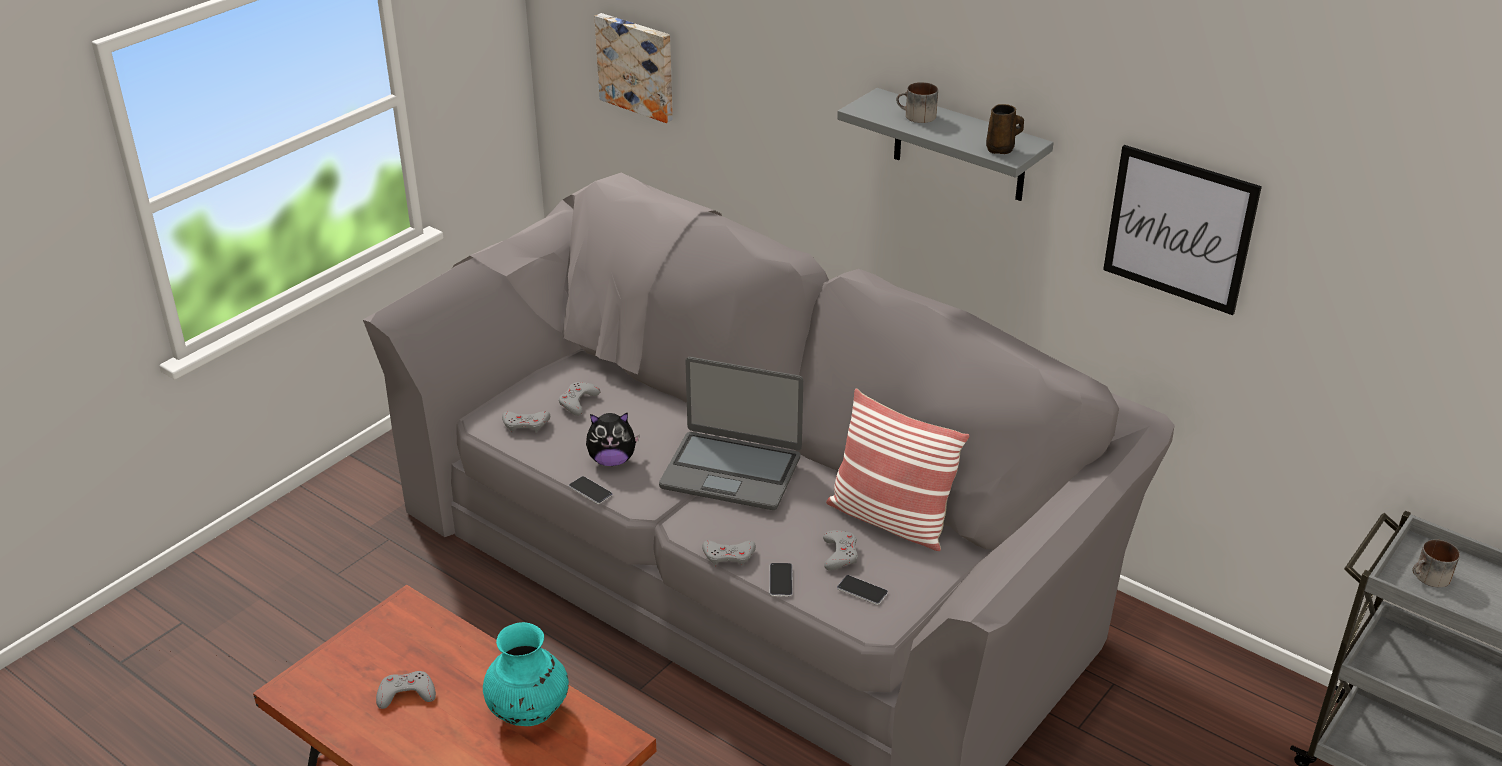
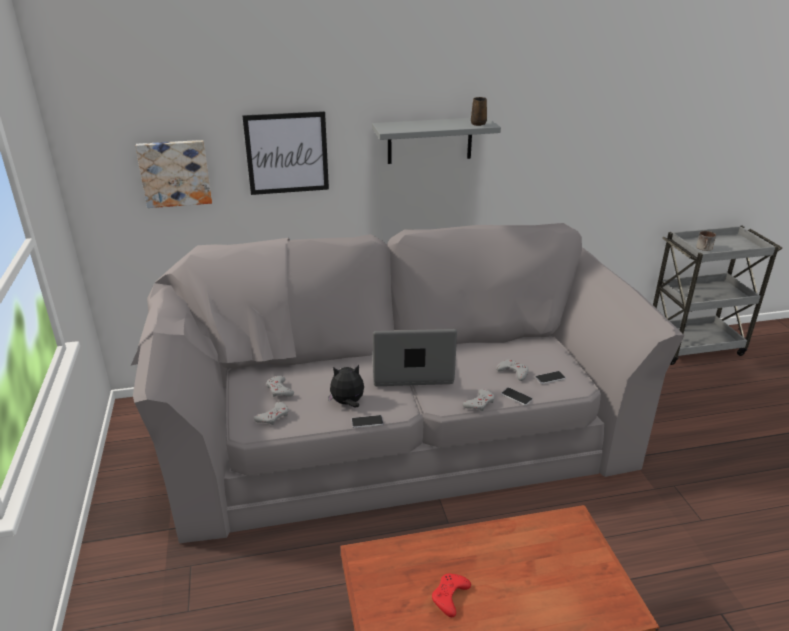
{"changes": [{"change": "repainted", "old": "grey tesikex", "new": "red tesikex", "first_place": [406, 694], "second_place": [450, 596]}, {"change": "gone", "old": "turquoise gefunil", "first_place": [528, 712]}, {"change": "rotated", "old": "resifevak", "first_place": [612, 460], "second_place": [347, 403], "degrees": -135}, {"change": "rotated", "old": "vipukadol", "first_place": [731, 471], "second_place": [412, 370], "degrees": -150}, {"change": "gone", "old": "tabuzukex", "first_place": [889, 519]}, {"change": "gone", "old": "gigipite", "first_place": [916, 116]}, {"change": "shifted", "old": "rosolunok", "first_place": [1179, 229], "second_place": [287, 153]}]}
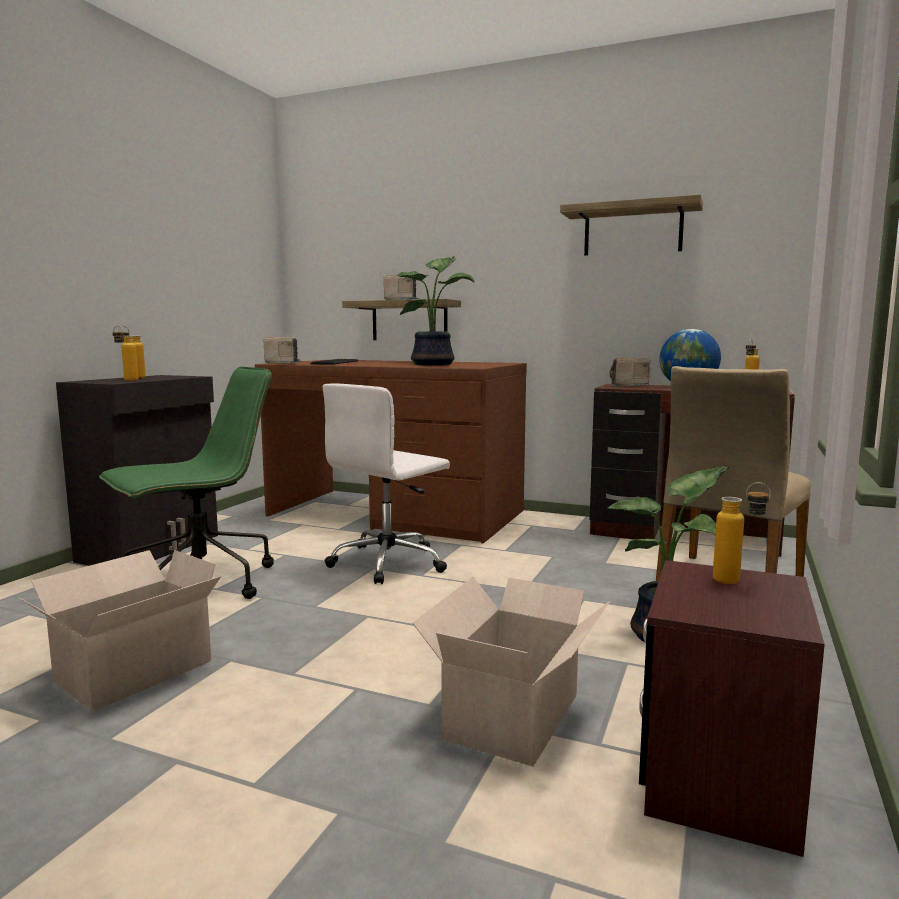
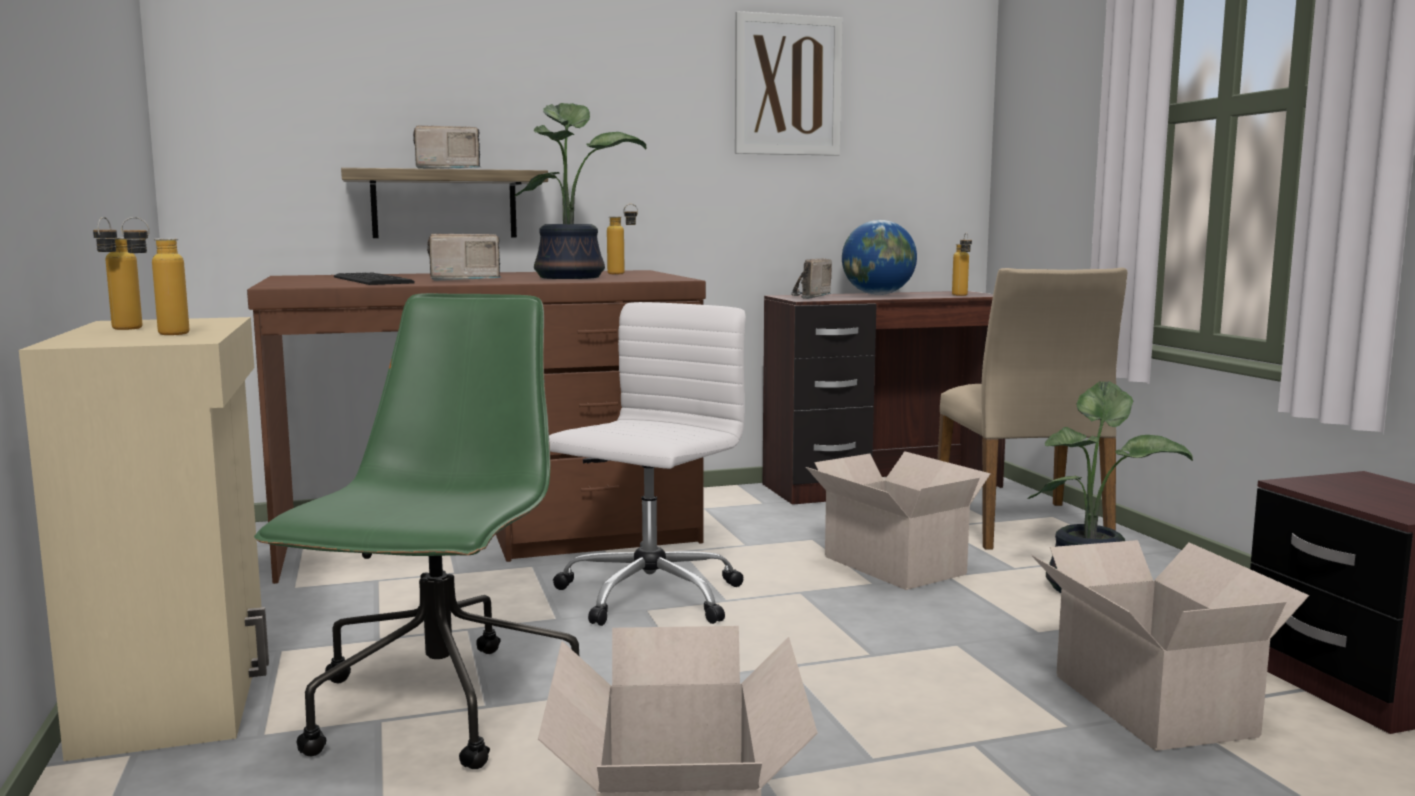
{"changes": [{"change": "repainted", "old": "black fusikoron", "new": "beige fusikoron", "first_place": [152, 548], "second_place": [182, 687]}, {"change": "shifted", "old": "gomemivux", "first_place": [284, 363], "second_place": [463, 279]}, {"change": "rotated", "old": "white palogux", "first_place": [389, 562], "second_place": [647, 597], "degrees": -150}, {"change": "swapped", "old": "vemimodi", "new": "rosolunok", "first_place": [633, 230], "second_place": [787, 85]}, {"change": "shifted", "old": "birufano", "first_place": [737, 582], "second_place": [623, 273]}, {"change": "new", "new": "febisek", "second_place": [891, 564]}]}
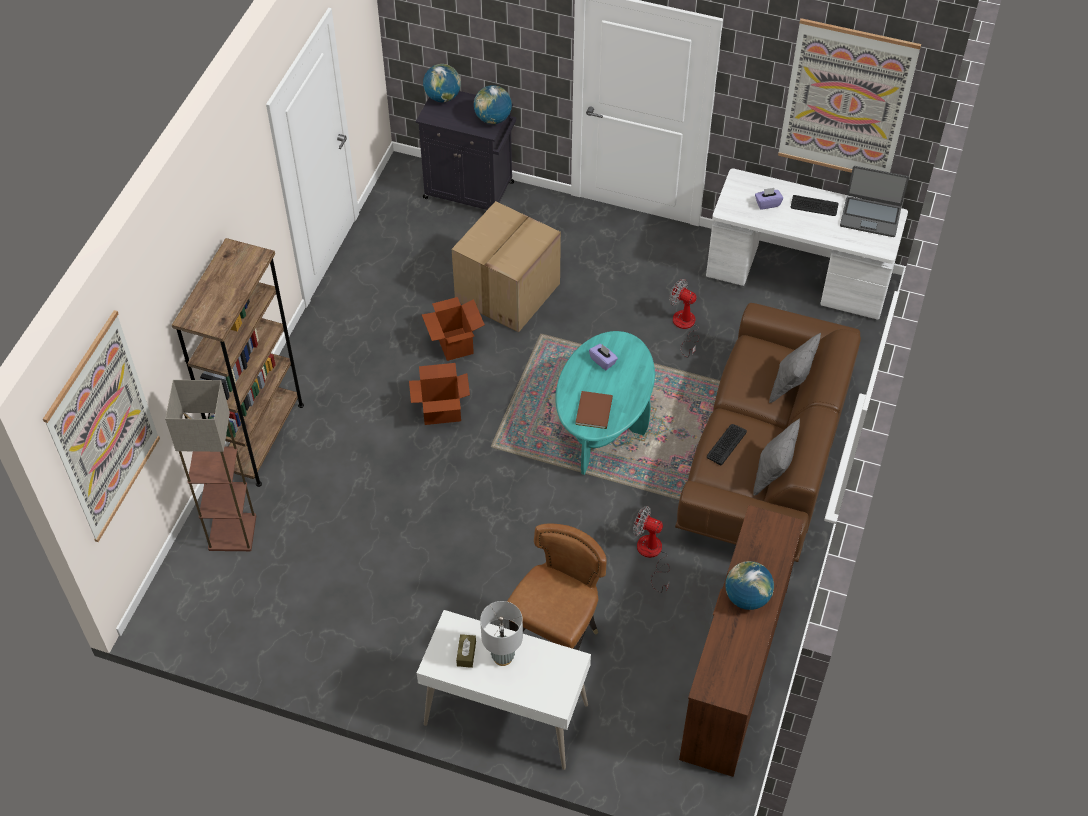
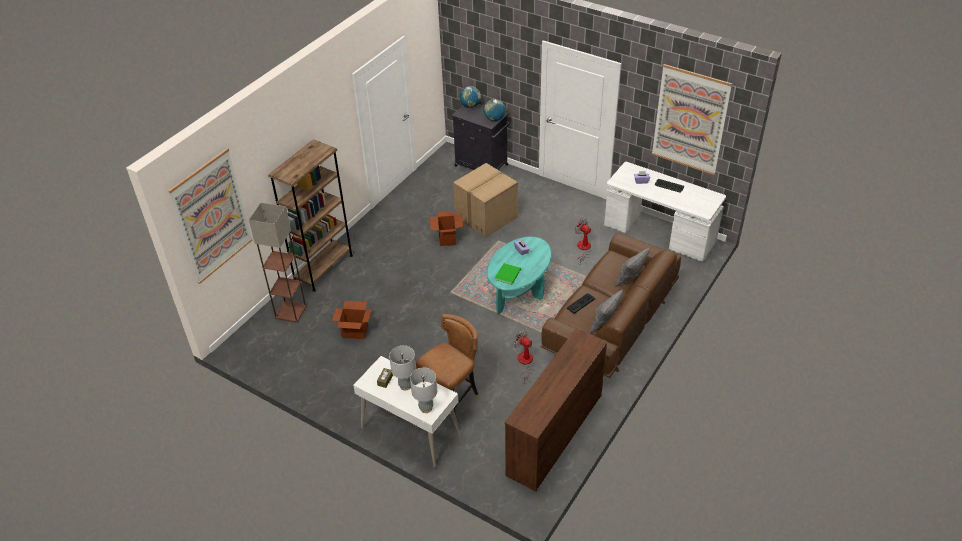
{"changes": [{"change": "shifted", "old": "febisek", "first_place": [441, 411], "second_place": [354, 332]}, {"change": "repainted", "old": "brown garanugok", "new": "green garanugok", "first_place": [595, 410], "second_place": [508, 274]}, {"change": "gone", "old": "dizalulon", "first_place": [747, 597]}, {"change": "gone", "old": "vipukadol", "first_place": [870, 216]}, {"change": "new", "new": "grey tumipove", "second_place": [426, 408]}]}
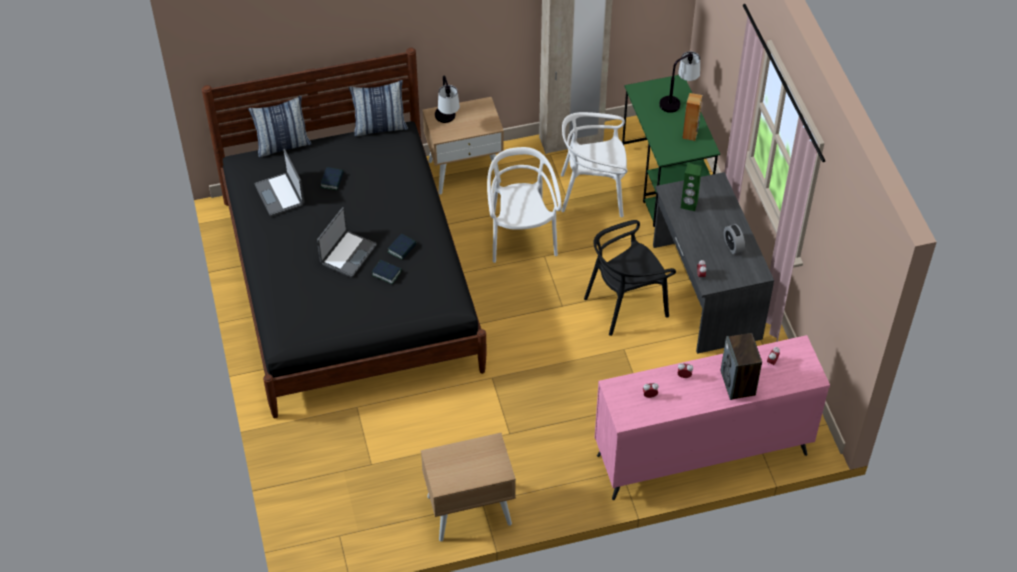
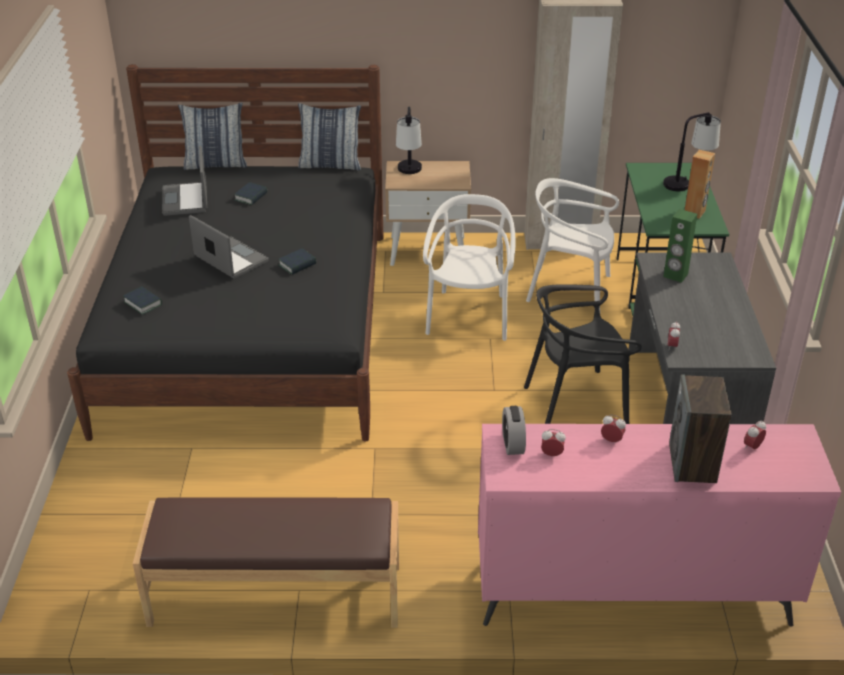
{"changes": [{"change": "rotated", "old": "vipukadol", "first_place": [347, 254], "second_place": [230, 260], "degrees": -90}, {"change": "shifted", "old": "garanugok", "first_place": [386, 273], "second_place": [143, 303]}, {"change": "swapped", "old": "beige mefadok", "new": "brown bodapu", "first_place": [468, 510], "second_place": [276, 595]}, {"change": "shifted", "old": "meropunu", "first_place": [733, 246], "second_place": [513, 444]}]}
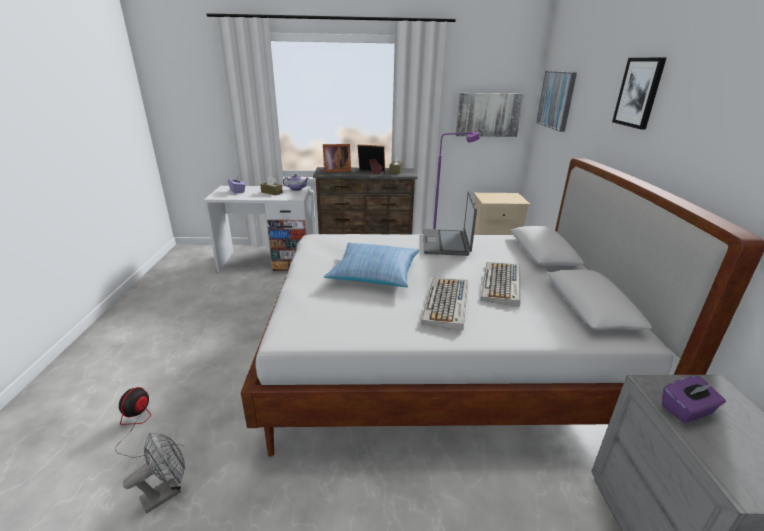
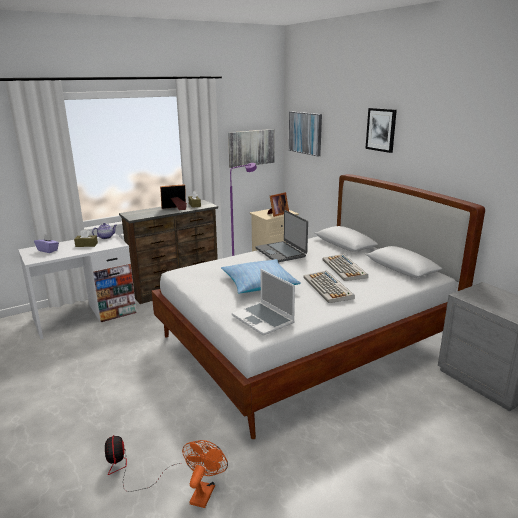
{"changes": [{"change": "repainted", "old": "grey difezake", "new": "orange difezake", "first_place": [167, 492], "second_place": [204, 491]}, {"change": "shifted", "old": "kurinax", "first_place": [336, 170], "second_place": [277, 214]}, {"change": "gone", "old": "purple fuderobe", "first_place": [687, 411]}, {"change": "new", "new": "vipukadol", "second_place": [264, 320]}]}
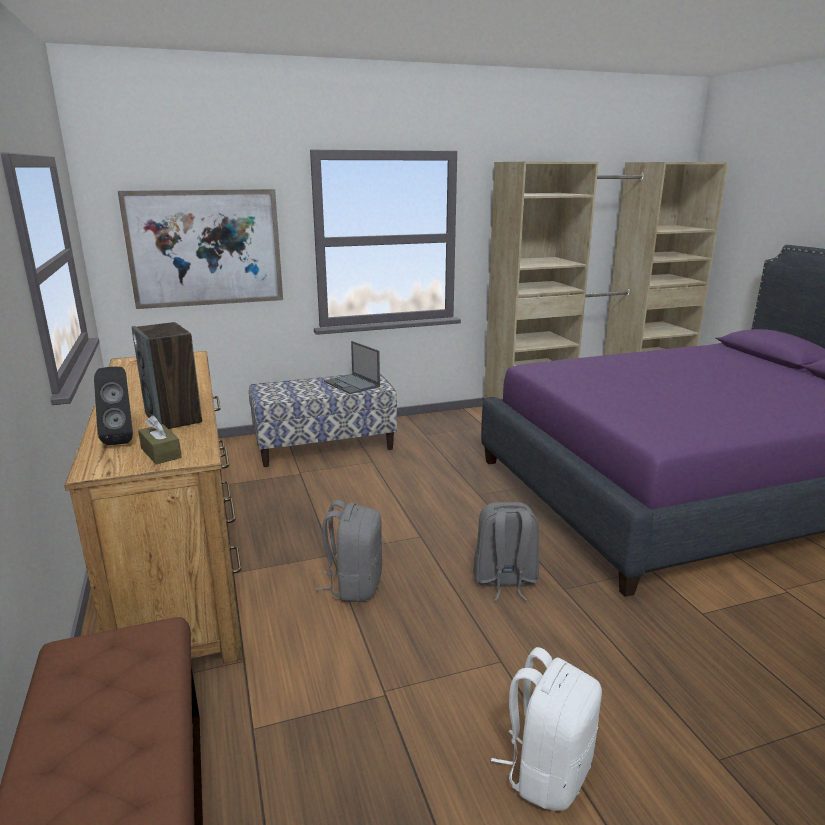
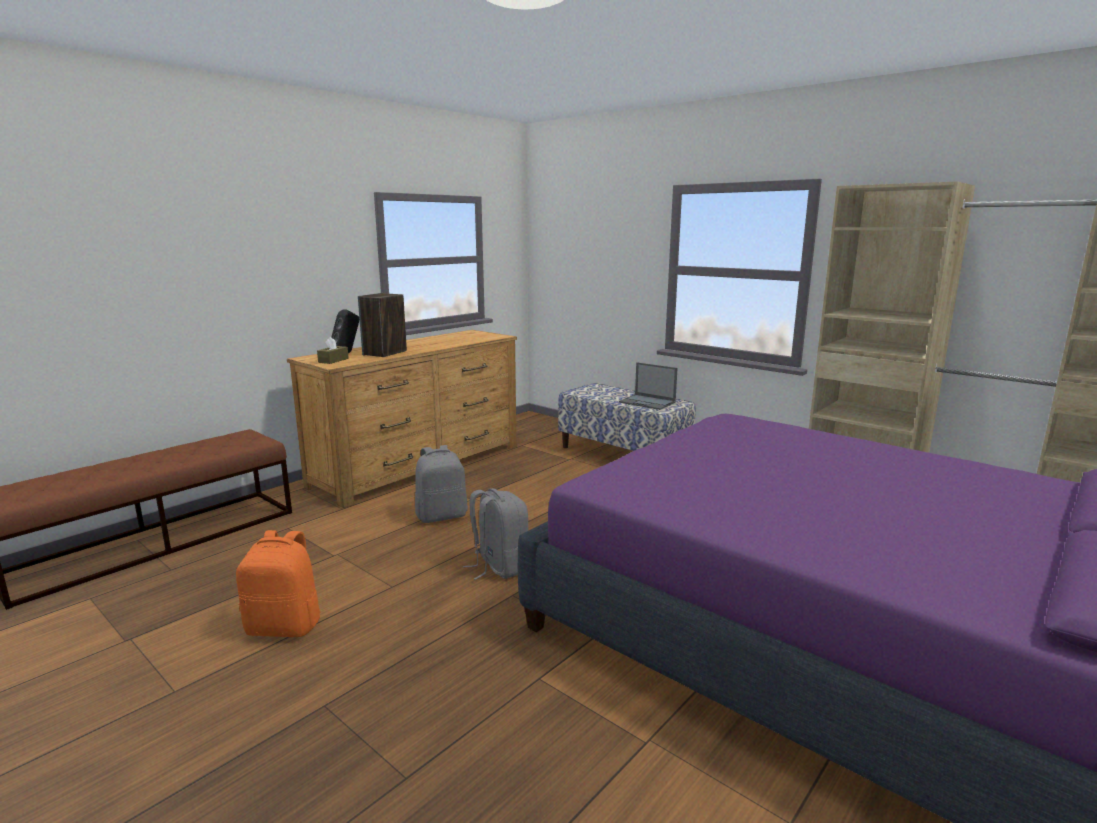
{"changes": [{"change": "gone", "old": "rosolunok", "first_place": [205, 248]}, {"change": "rotated", "old": "vipukadol", "first_place": [352, 384], "second_place": [648, 402], "degrees": -75}, {"change": "repainted", "old": "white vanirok", "new": "orange vanirok", "first_place": [547, 771], "second_place": [285, 626]}]}
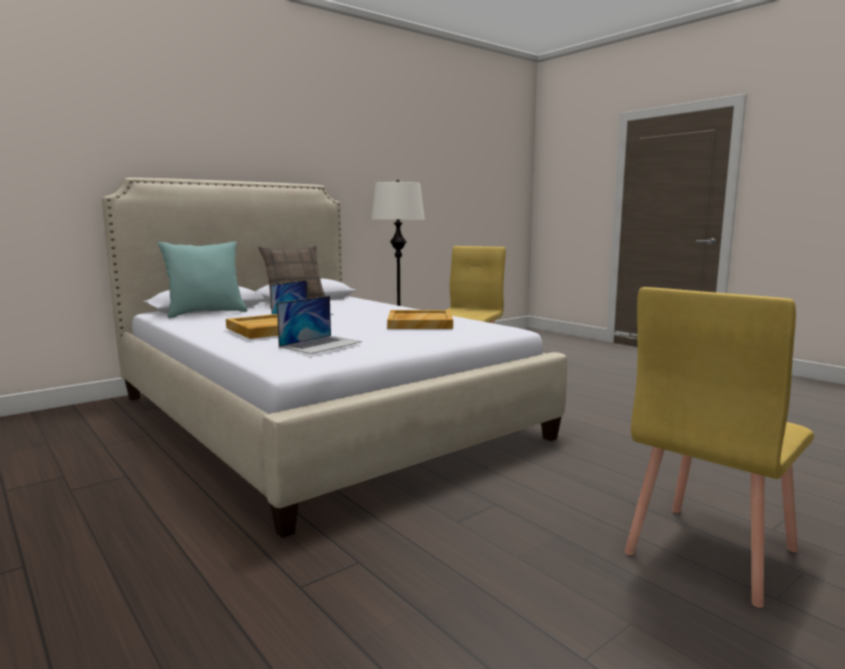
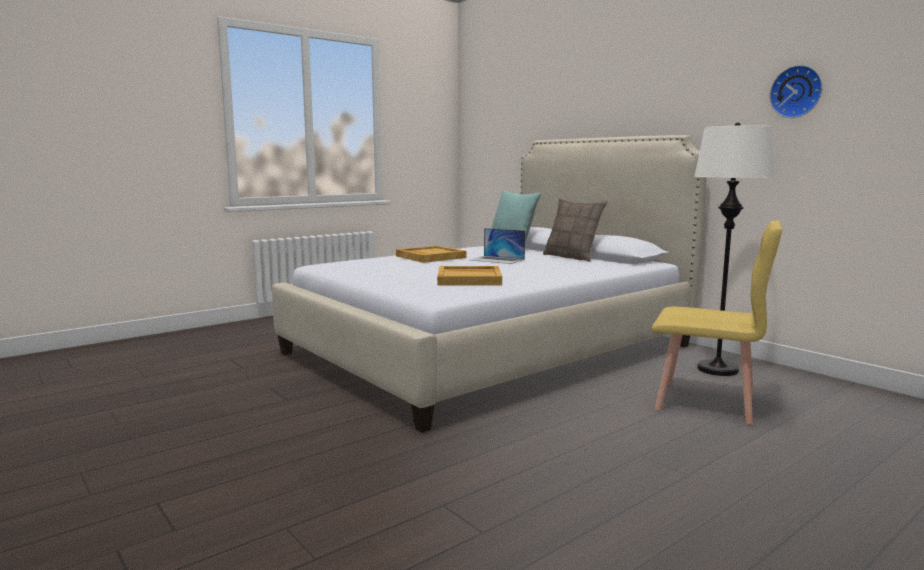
{"changes": [{"change": "gone", "old": "vipukadol", "first_place": [321, 344]}, {"change": "gone", "old": "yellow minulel", "first_place": [709, 551]}, {"change": "new", "new": "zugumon", "second_place": [797, 92]}]}
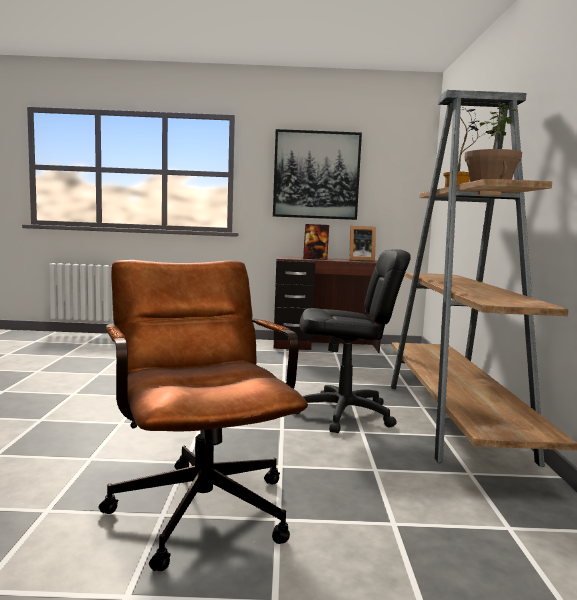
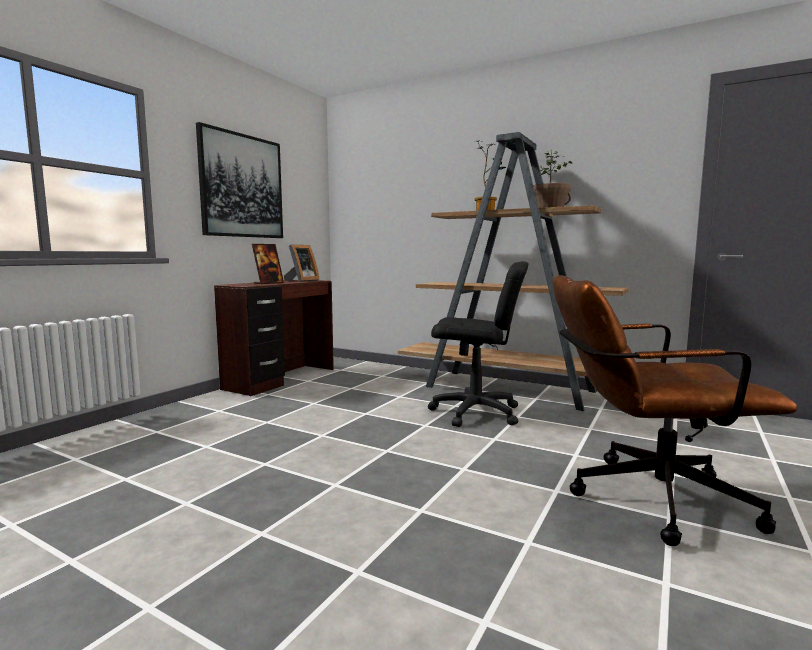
{"changes": [{"change": "rotated", "old": "black palogux", "first_place": [344, 414], "second_place": [476, 413], "degrees": 75}]}
